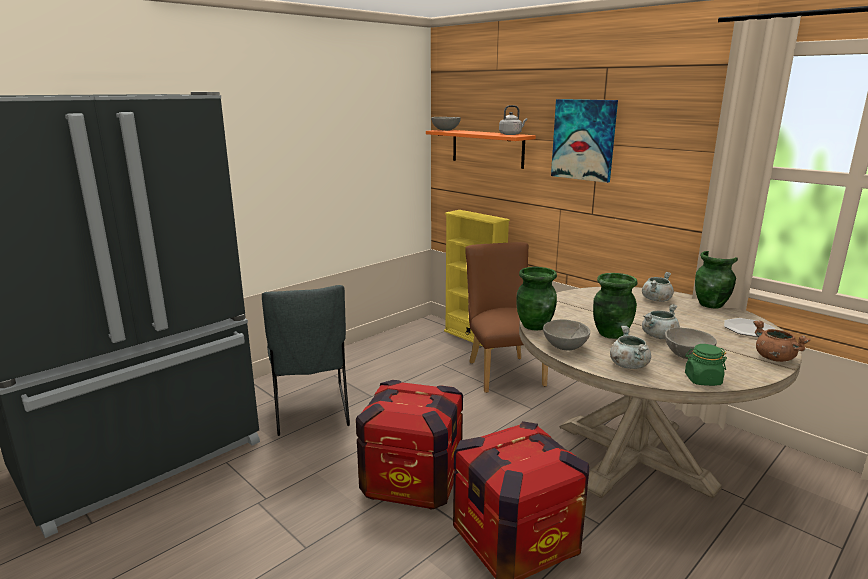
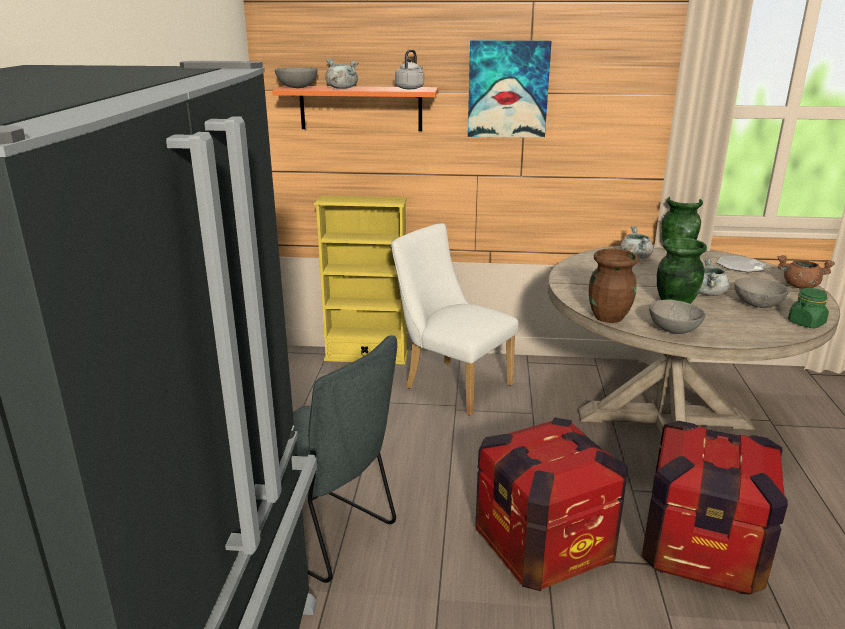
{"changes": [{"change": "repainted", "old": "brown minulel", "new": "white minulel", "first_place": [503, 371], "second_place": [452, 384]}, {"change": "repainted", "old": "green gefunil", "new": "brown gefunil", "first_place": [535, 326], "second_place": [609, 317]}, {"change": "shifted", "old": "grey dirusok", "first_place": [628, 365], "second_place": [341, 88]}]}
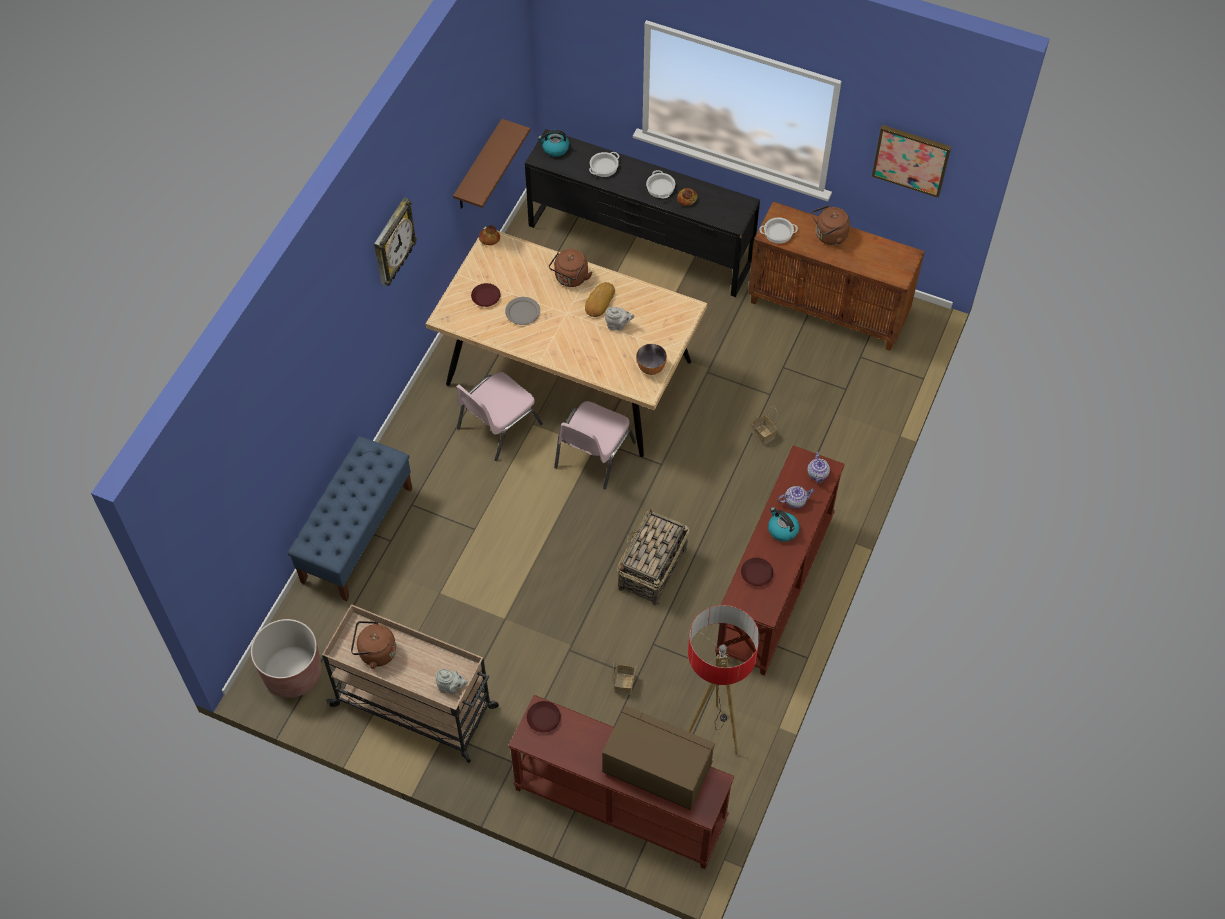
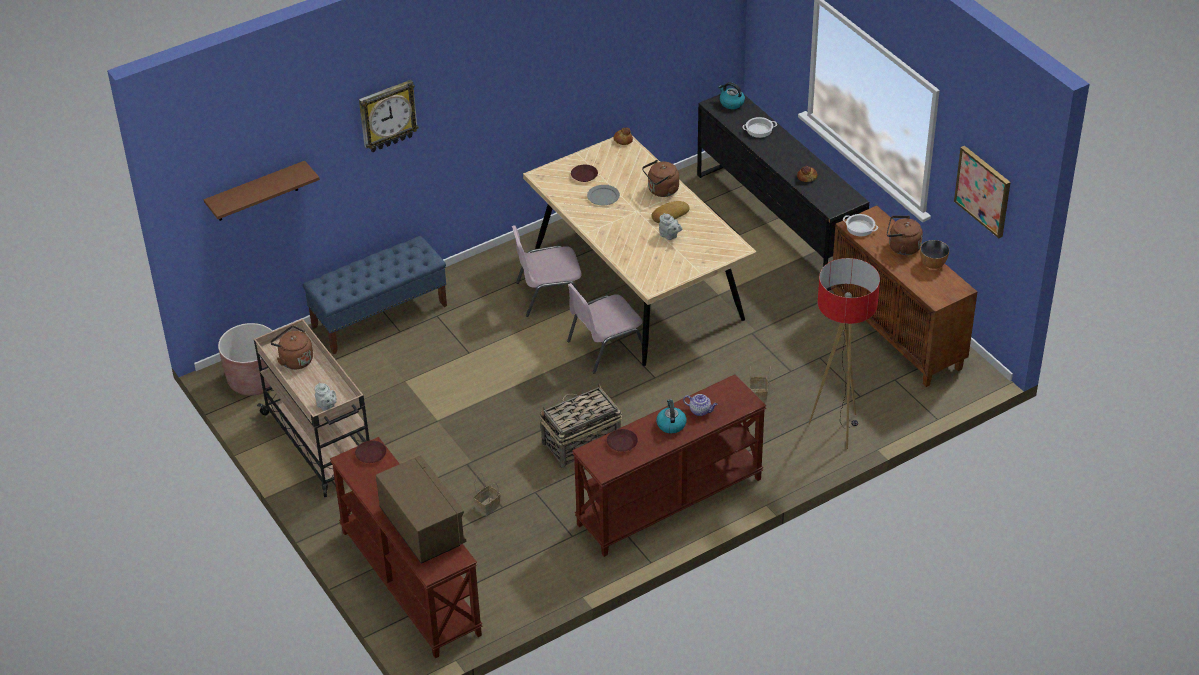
{"changes": [{"change": "shifted", "old": "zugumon", "first_place": [392, 243], "second_place": [387, 116]}, {"change": "shifted", "old": "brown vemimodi", "first_place": [478, 167], "second_place": [256, 192]}, {"change": "shifted", "old": "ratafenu", "first_place": [651, 368], "second_place": [933, 264]}, {"change": "gone", "old": "dirusok", "first_place": [660, 188]}, {"change": "shifted", "old": "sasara", "first_place": [712, 734], "second_place": [837, 429]}, {"change": "gone", "old": "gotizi", "first_place": [818, 474]}]}
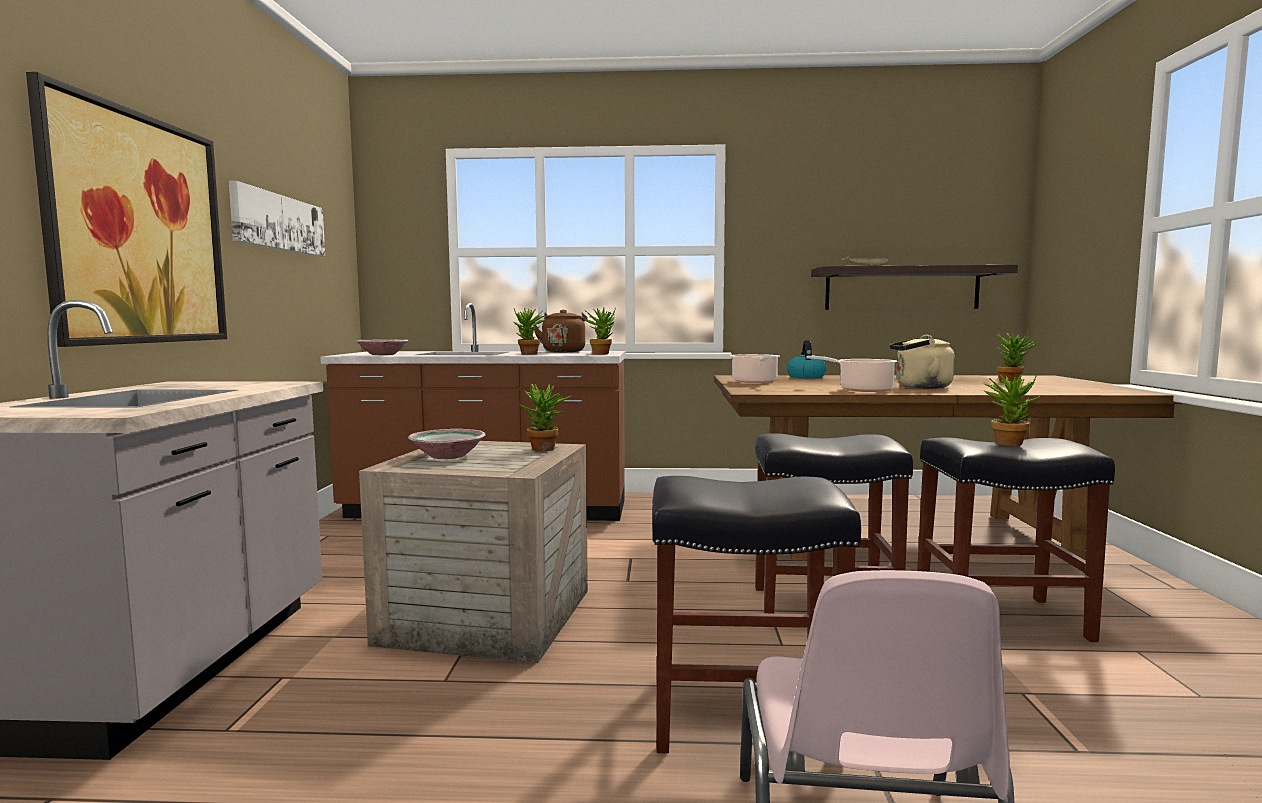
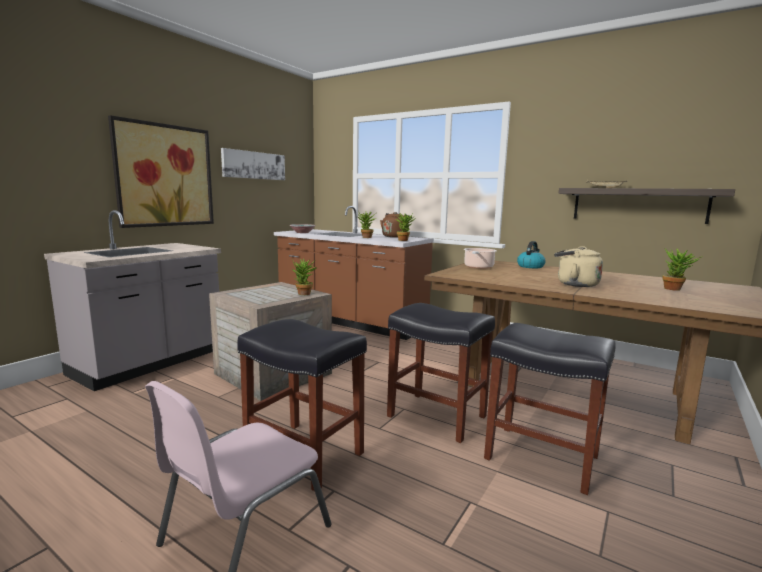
{"changes": [{"change": "gone", "old": "ratafenu", "first_place": [447, 456]}, {"change": "gone", "old": "dirusok", "first_place": [862, 390]}, {"change": "gone", "old": "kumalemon", "first_place": [1008, 442]}]}
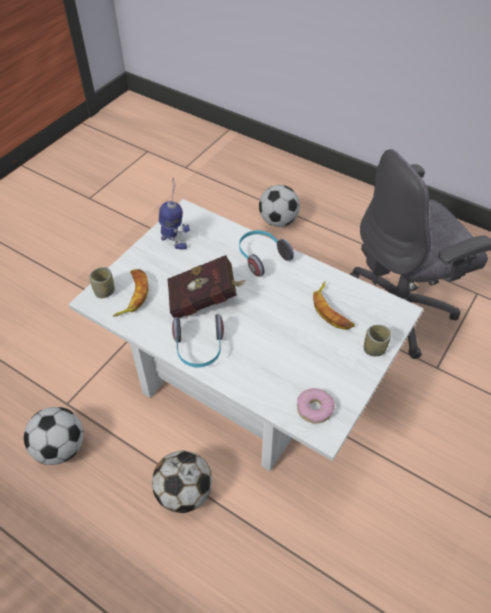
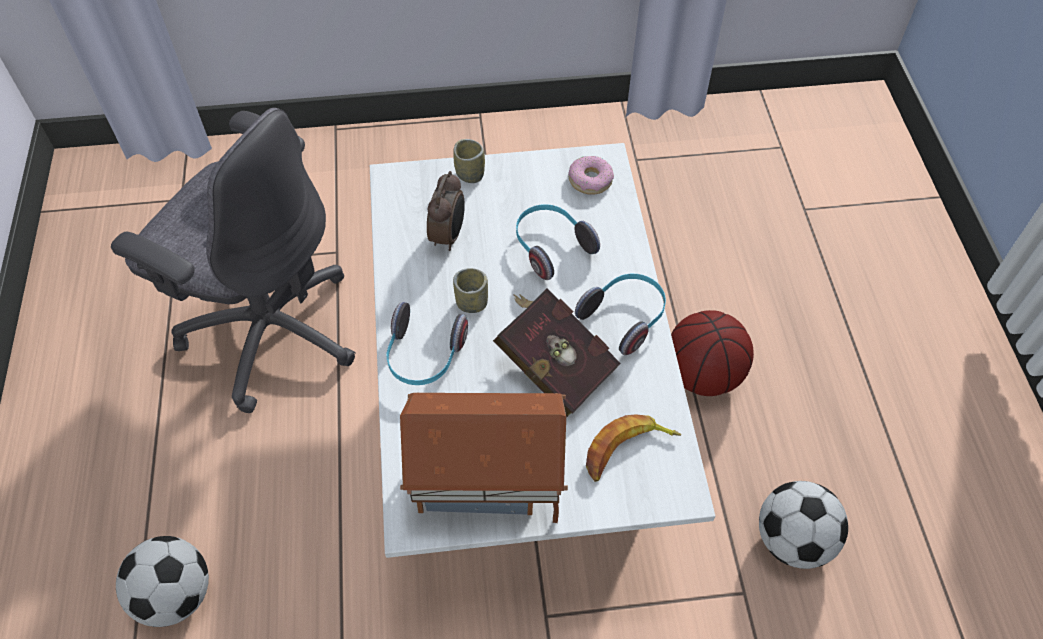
{"changes": [{"change": "shifted", "old": "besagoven", "first_place": [104, 291], "second_place": [472, 303]}, {"change": "swapped", "old": "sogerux", "new": "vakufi", "first_place": [184, 492], "second_place": [702, 375]}, {"change": "swapped", "old": "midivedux", "new": "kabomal", "first_place": [174, 241], "second_place": [488, 483]}, {"change": "swapped", "old": "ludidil", "new": "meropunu", "first_place": [332, 310], "second_place": [449, 235]}, {"change": "new", "new": "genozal", "second_place": [551, 247]}]}
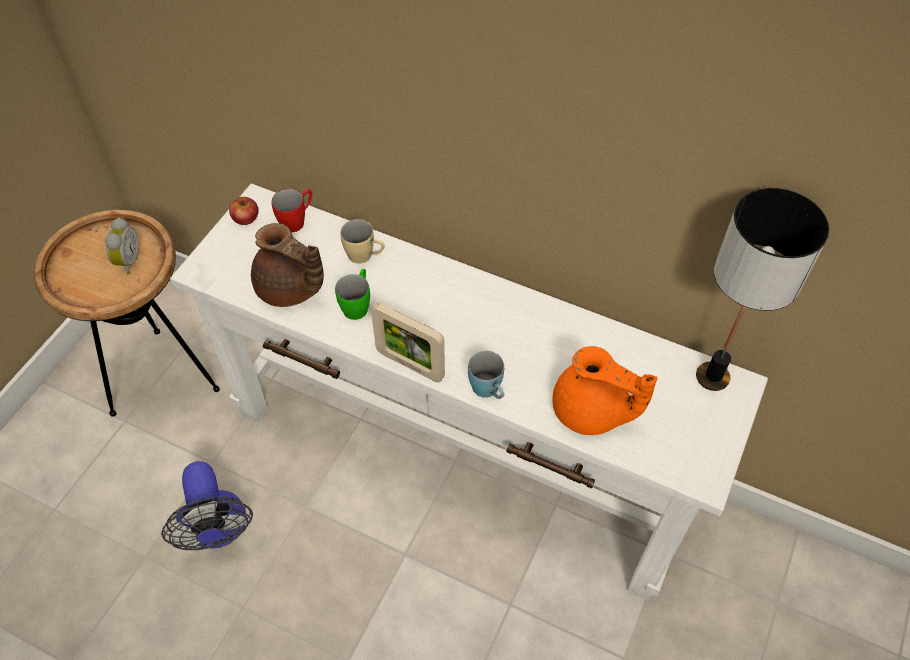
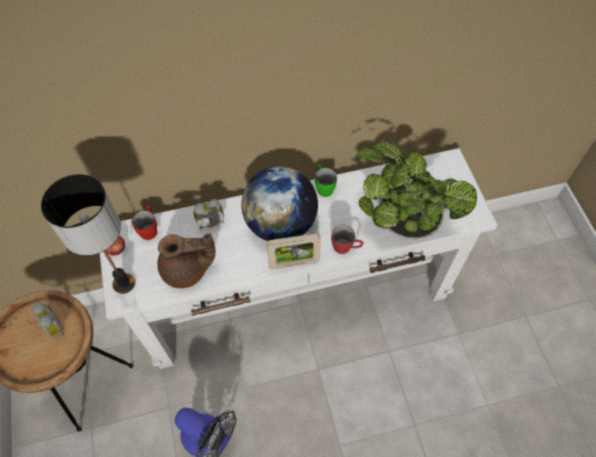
{"changes": [{"change": "shifted", "old": "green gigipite", "first_place": [357, 304], "second_place": [323, 187]}, {"change": "swapped", "old": "beige gigipite", "new": "meropunu", "first_place": [365, 256], "second_place": [210, 222]}, {"change": "repainted", "old": "blue gigipite", "new": "red gigipite", "first_place": [489, 391], "second_place": [346, 247]}, {"change": "swapped", "old": "orange gotizi", "new": "kumalemon", "first_place": [591, 412], "second_place": [402, 221]}, {"change": "shifted", "old": "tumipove", "first_place": [712, 377], "second_place": [124, 284]}, {"change": "new", "new": "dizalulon", "second_place": [280, 224]}]}
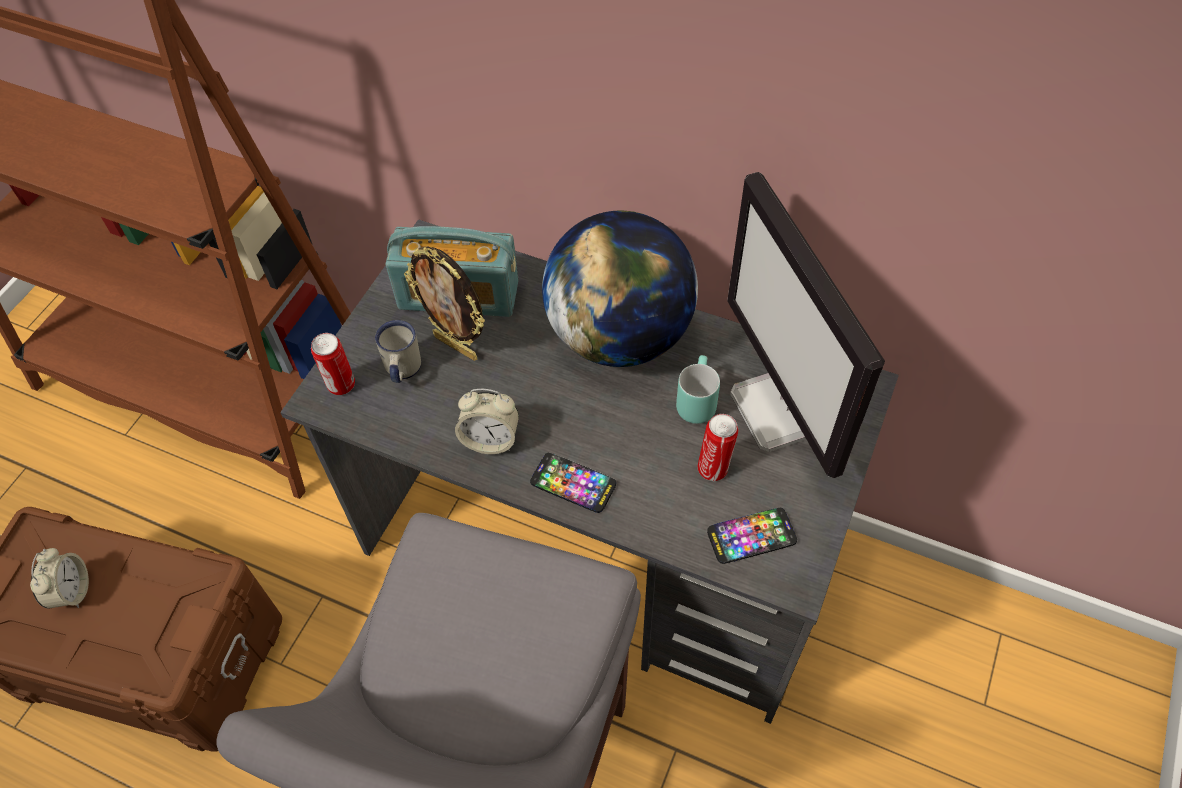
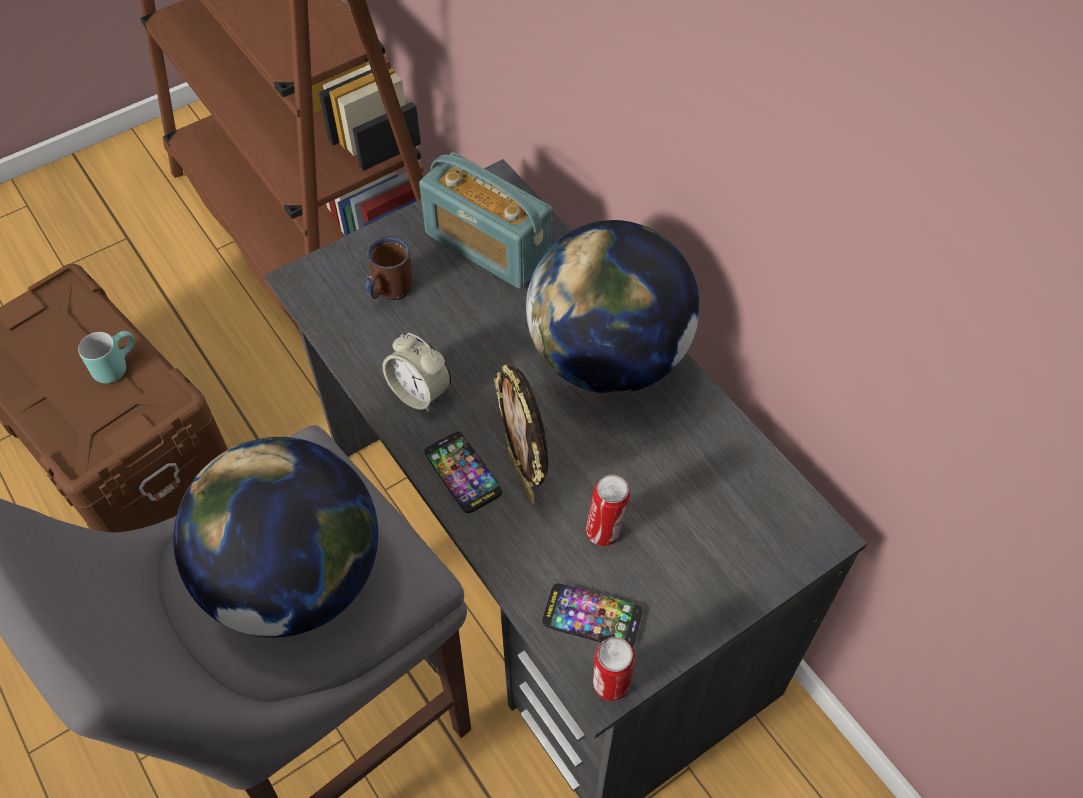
{"changes": [{"change": "gone", "old": "meropunu", "first_place": [72, 591]}, {"change": "shifted", "old": "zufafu", "first_place": [341, 386], "second_place": [610, 686]}, {"change": "repainted", "old": "white gigipite", "new": "brown gigipite", "first_place": [402, 371], "second_place": [388, 291]}, {"change": "shifted", "old": "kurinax", "first_place": [457, 346], "second_place": [523, 477]}, {"change": "shifted", "old": "turquoise gigipite", "first_place": [694, 400], "second_place": [115, 365]}, {"change": "gone", "old": "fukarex", "first_place": [783, 410]}, {"change": "new", "new": "dizalulon", "second_place": [296, 578]}]}
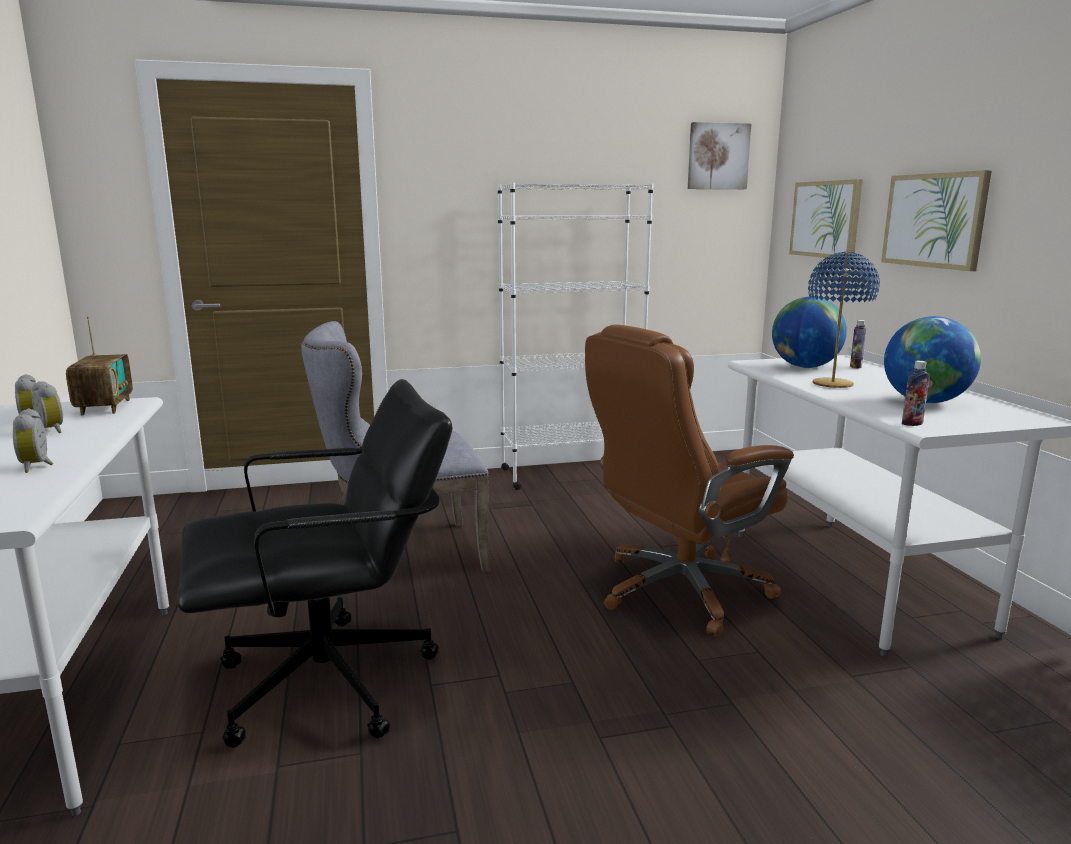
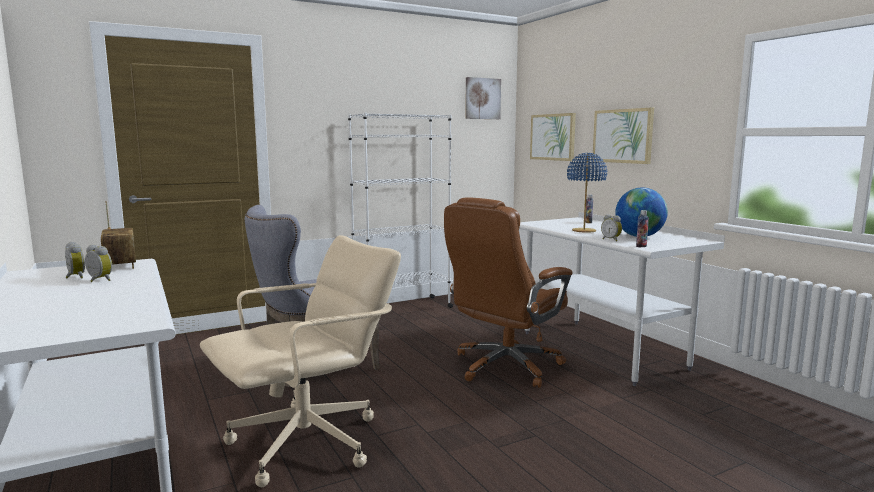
{"changes": [{"change": "shifted", "old": "meropunu", "first_place": [38, 466], "second_place": [611, 240]}, {"change": "repainted", "old": "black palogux", "new": "beige palogux", "first_place": [330, 683], "second_place": [307, 443]}, {"change": "gone", "old": "dizalulon", "first_place": [805, 367]}]}
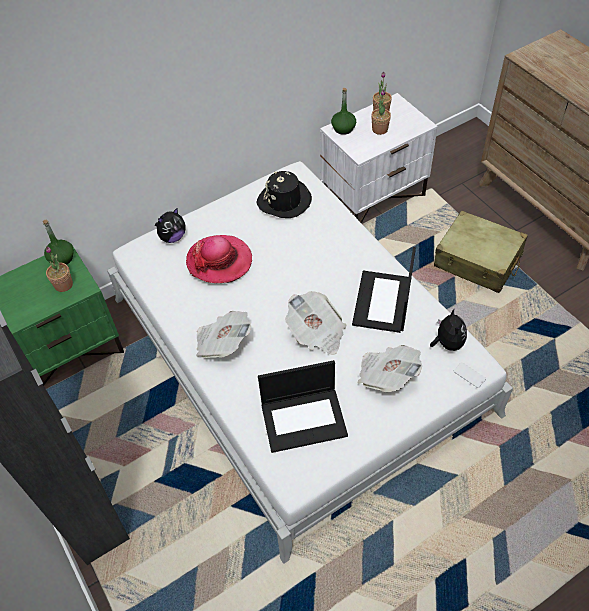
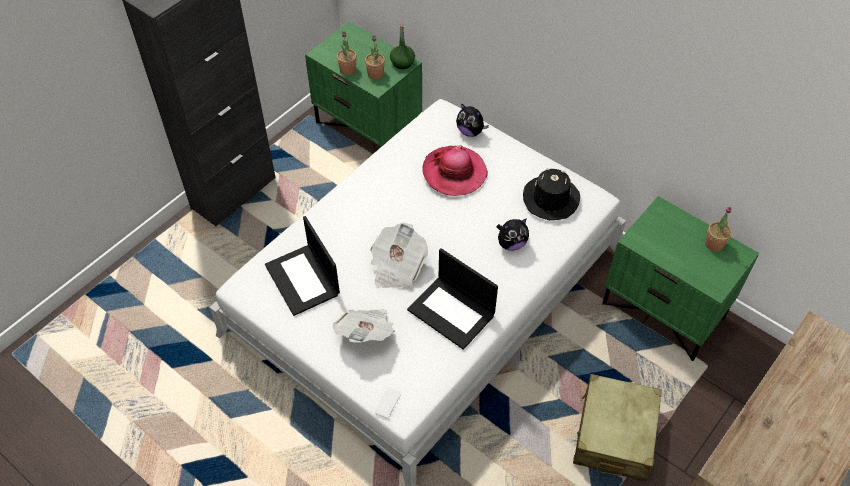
{"changes": [{"change": "gone", "old": "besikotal", "first_place": [223, 343]}, {"change": "repainted", "old": "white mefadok", "new": "green mefadok", "first_place": [374, 197], "second_place": [664, 310]}, {"change": "gone", "old": "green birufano", "first_place": [343, 128]}, {"change": "rotated", "old": "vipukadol", "first_place": [383, 302], "second_place": [452, 312], "degrees": -135}, {"change": "shifted", "old": "kumalemon", "first_place": [380, 129], "second_place": [348, 70]}, {"change": "shifted", "old": "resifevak", "first_place": [447, 343], "second_place": [511, 244]}]}
